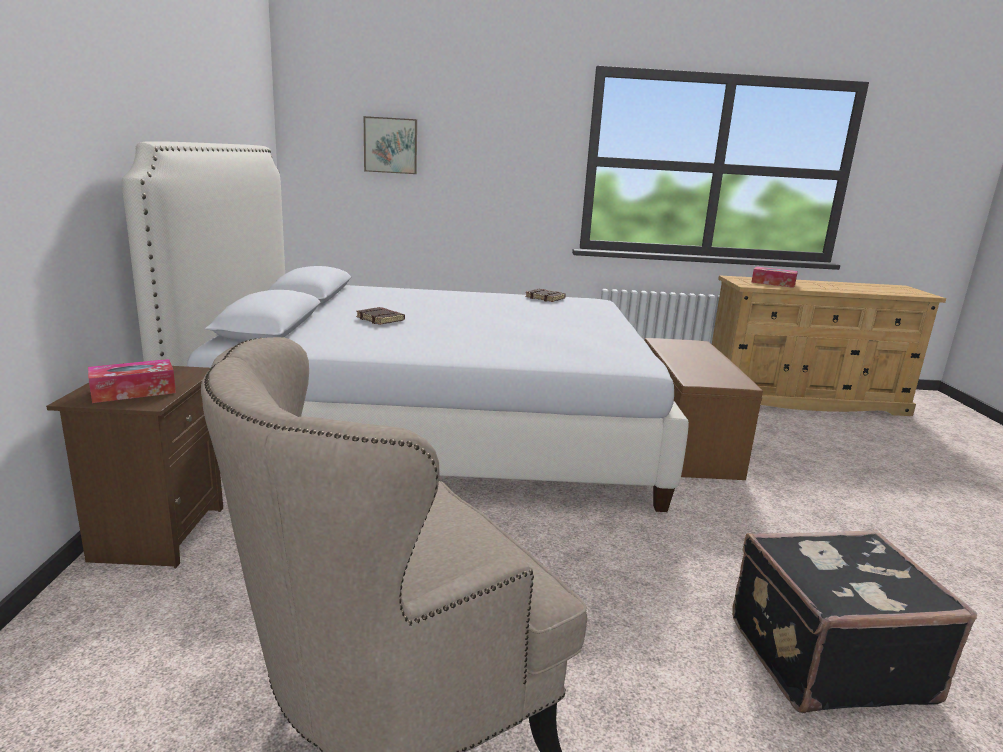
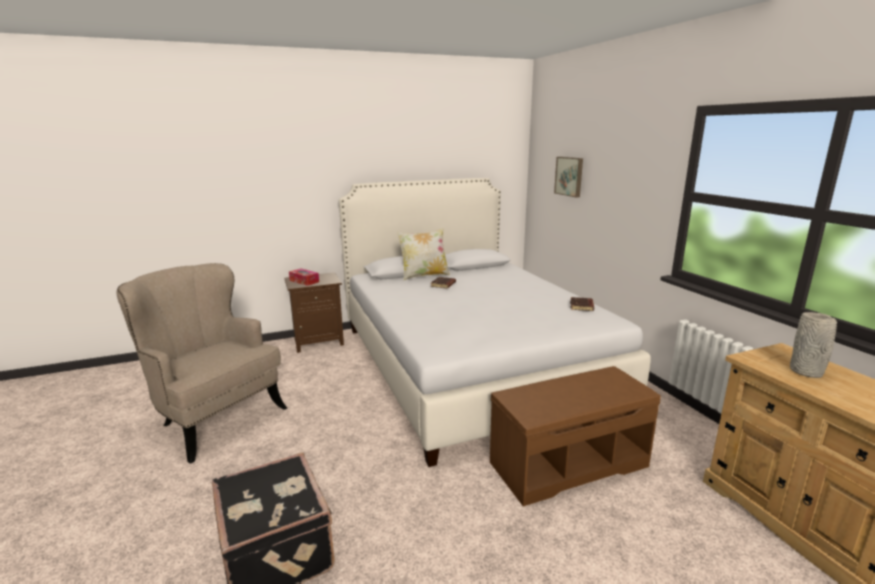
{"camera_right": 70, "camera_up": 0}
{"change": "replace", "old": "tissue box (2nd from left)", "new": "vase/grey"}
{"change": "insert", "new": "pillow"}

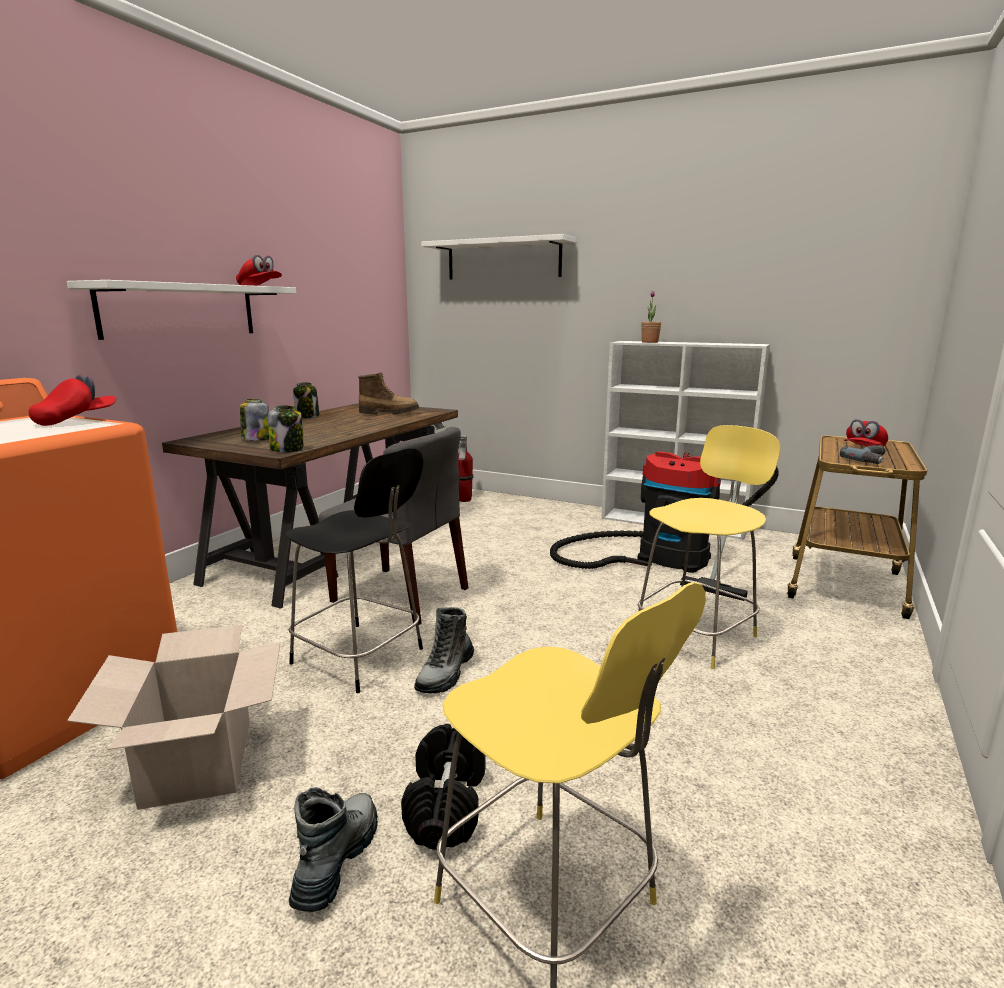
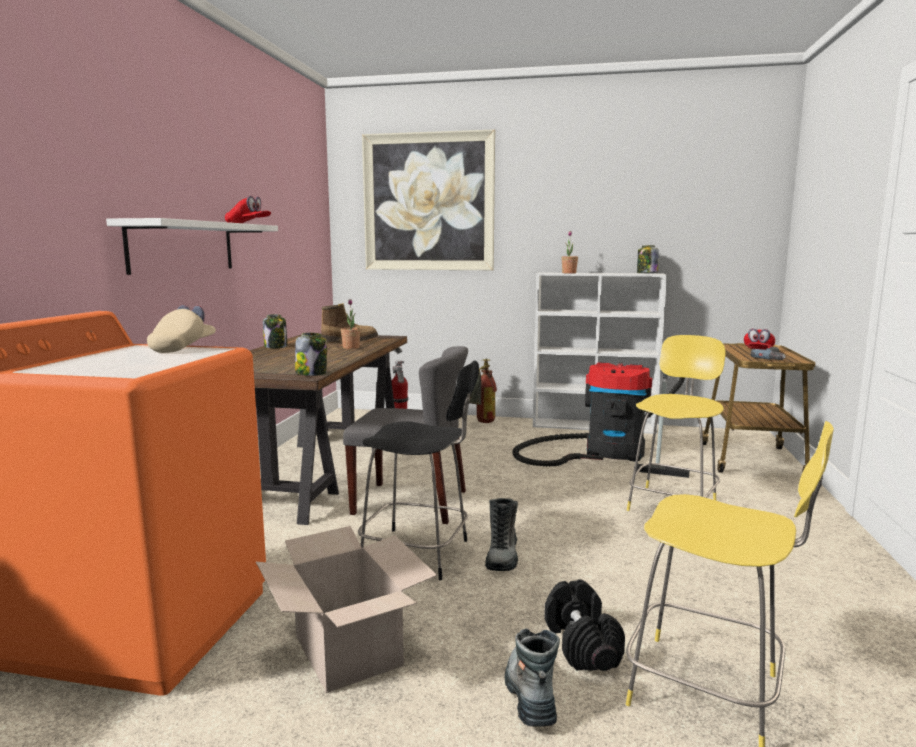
{"camera_right": -15, "camera_up": -5}
{"change": "recolor", "old": "cap/red (1st from left)", "new": "cap/beige"}
{"change": "move", "old": "jar (1st from left in the first image)", "new": "jar (3rd from left)"}
{"change": "replace", "old": "shelf/white (2nd from left)", "new": "picture"}
{"change": "insert", "new": "potted plant (1st from left)"}
{"change": "insert", "new": "fire extinguisher (2nd from left)"}

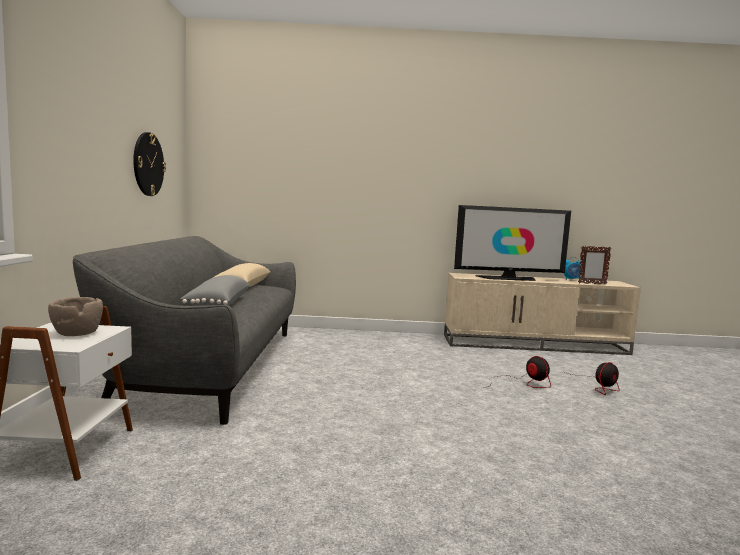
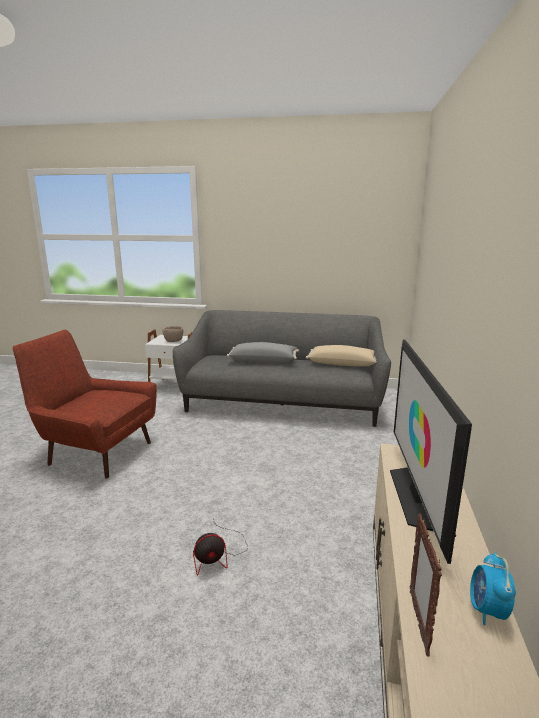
{"camera_right": 100, "camera_up": 10}
{"change": "delete", "old": "wall clock"}
{"change": "delete", "old": "fan (2nd from left)"}
{"change": "insert", "new": "armchair/red"}

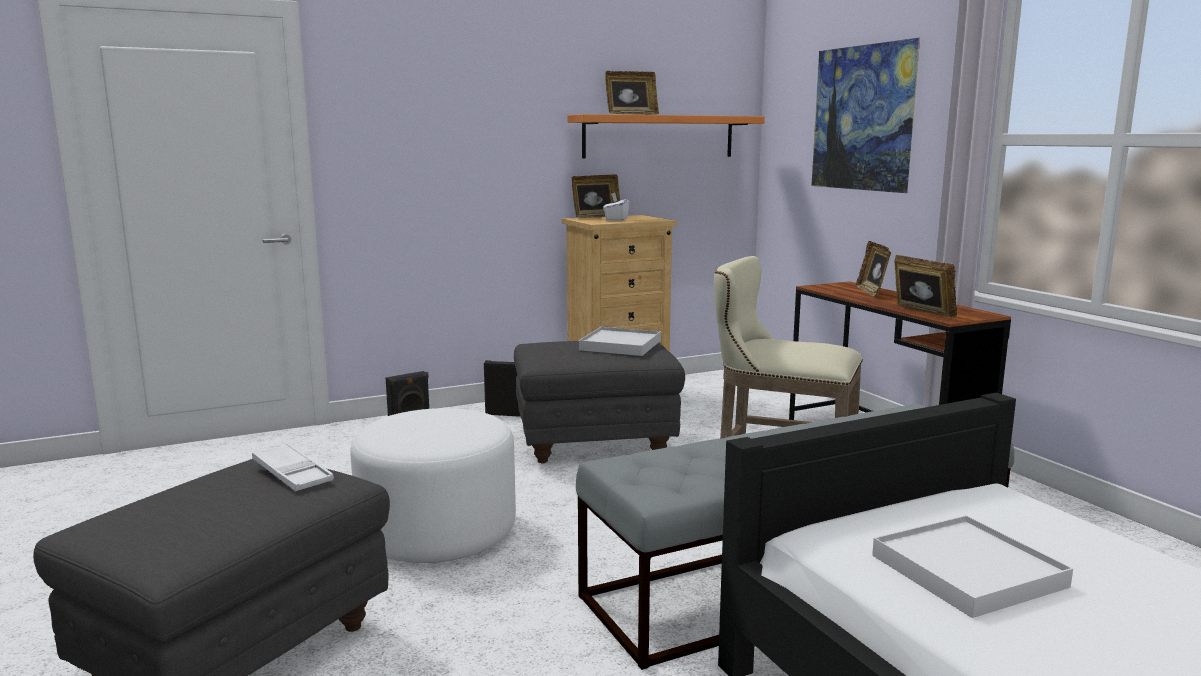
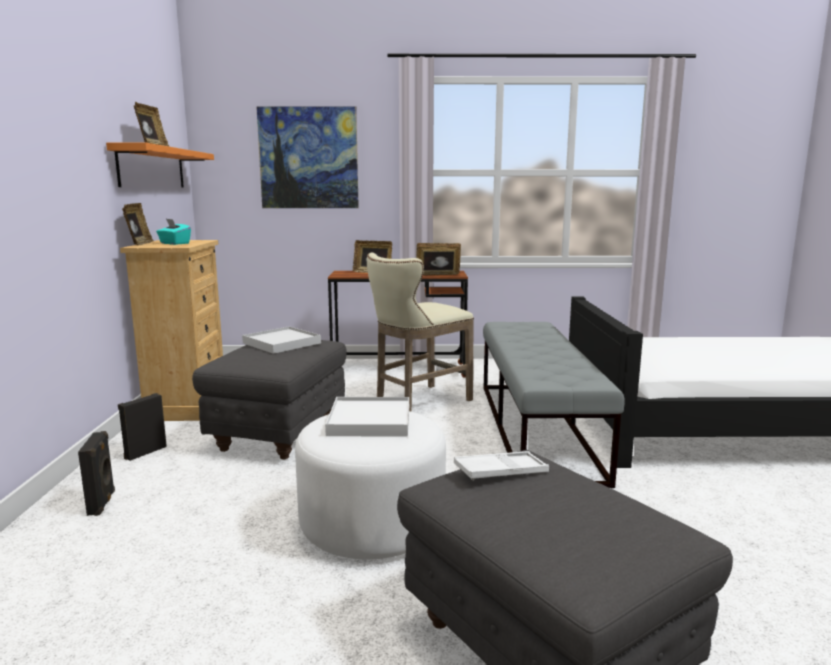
{"camera_right": -65, "camera_up": 0}
{"change": "recolor", "old": "tissue box/white", "new": "tissue box/turquoise"}
{"change": "move", "old": "tray/white (3rd from left in the first image)", "new": "tray/white (2nd from left)"}

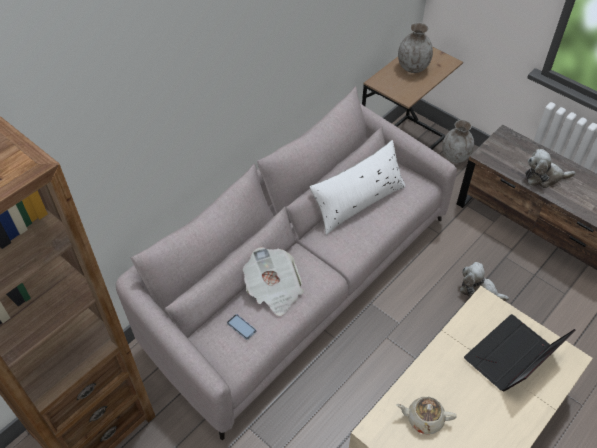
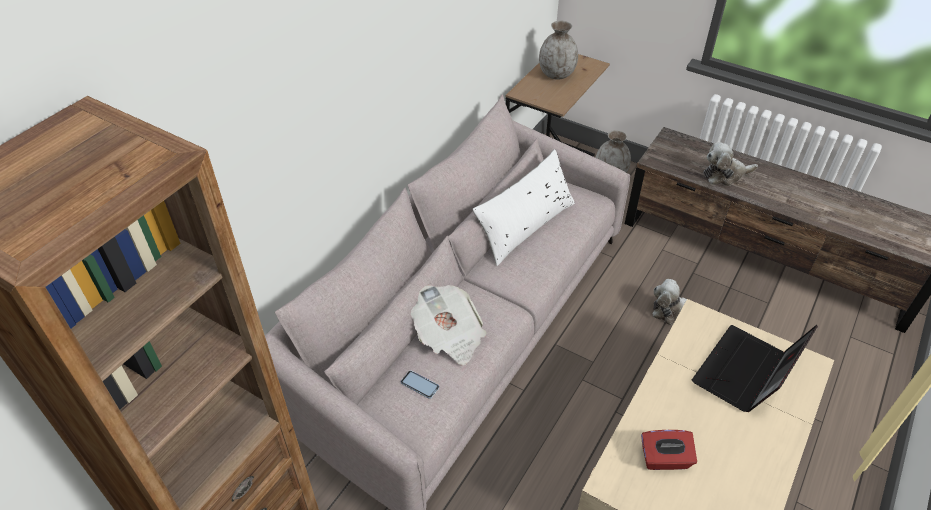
{"camera_right": -10, "camera_up": -5}
{"change": "replace", "old": "teapot/beige", "new": "tissue box/red"}

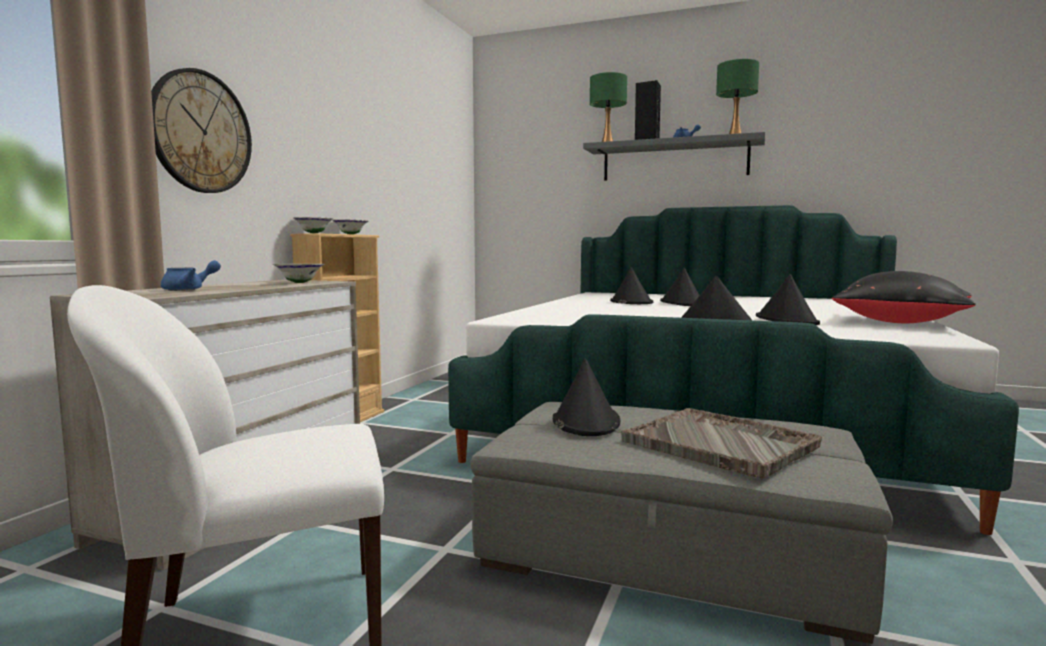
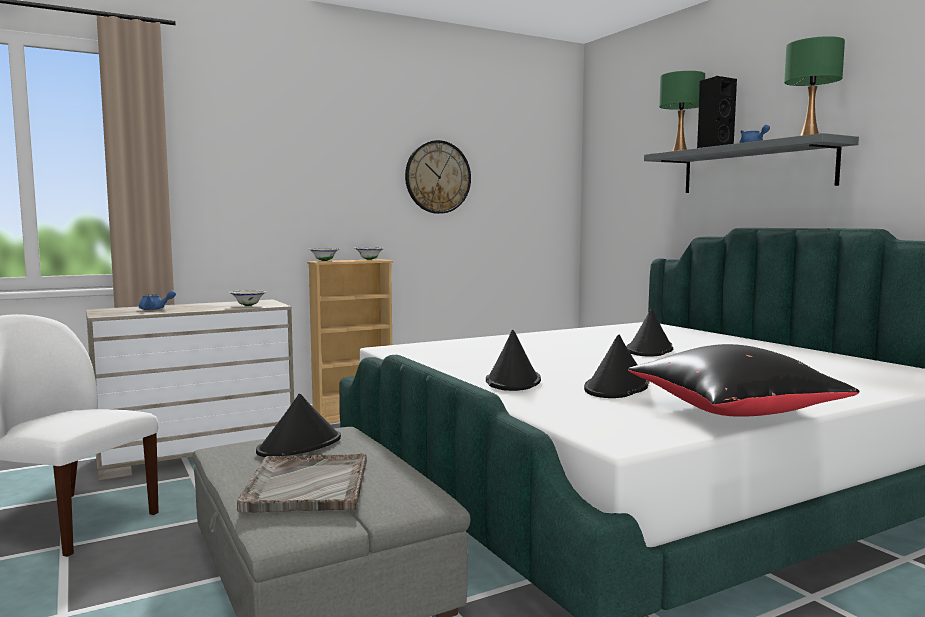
{"camera_right": 40, "camera_up": 0}
{"change": "move", "old": "wall clock"}
{"change": "delete", "old": "hat/black (2nd from left)"}

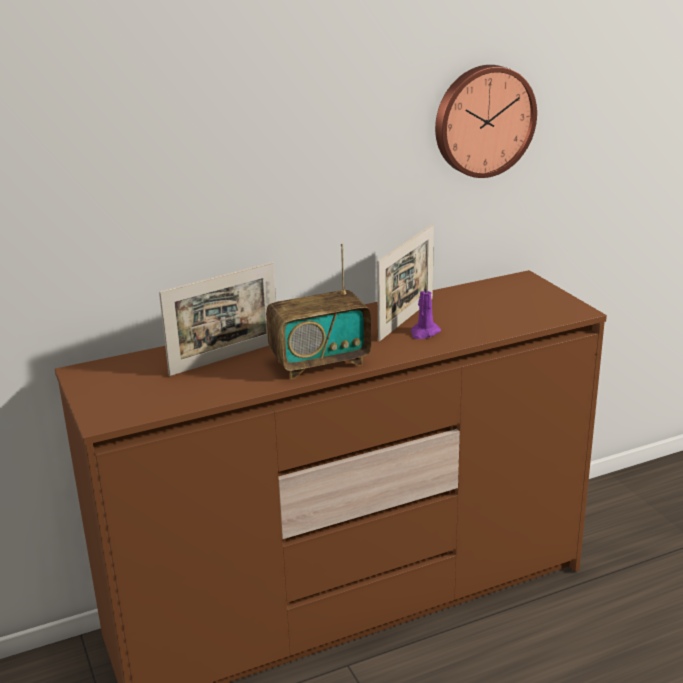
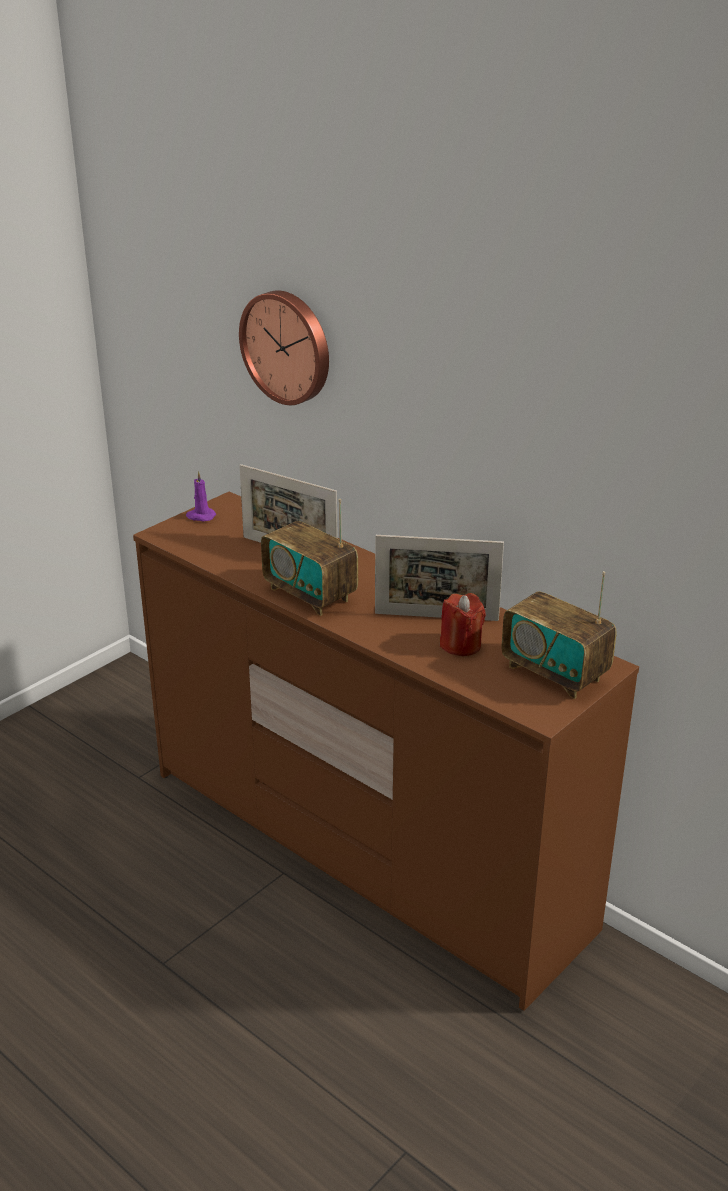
{"camera_right": 65, "camera_up": 5}
{"change": "move", "old": "candle/purple"}
{"change": "move", "old": "wall clock"}
{"change": "insert", "new": "candle/red"}
{"change": "insert", "new": "radio (2nd from left)"}

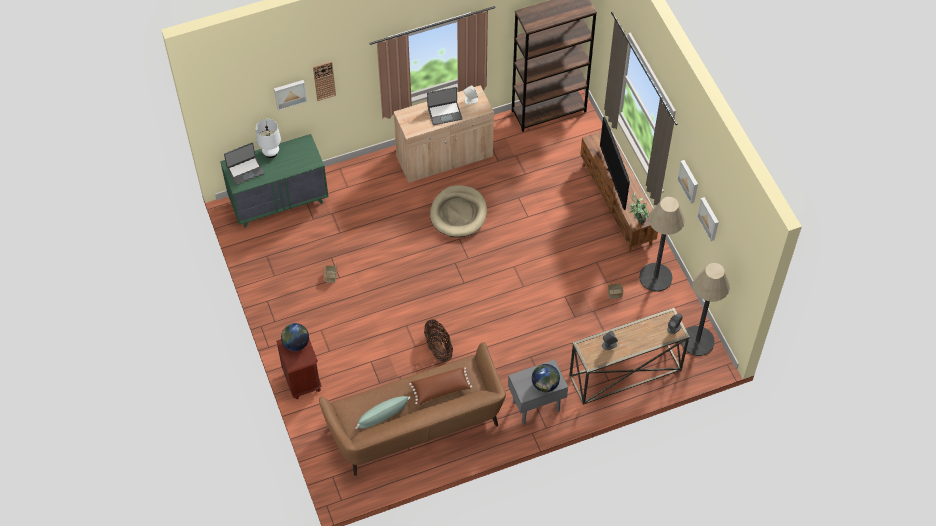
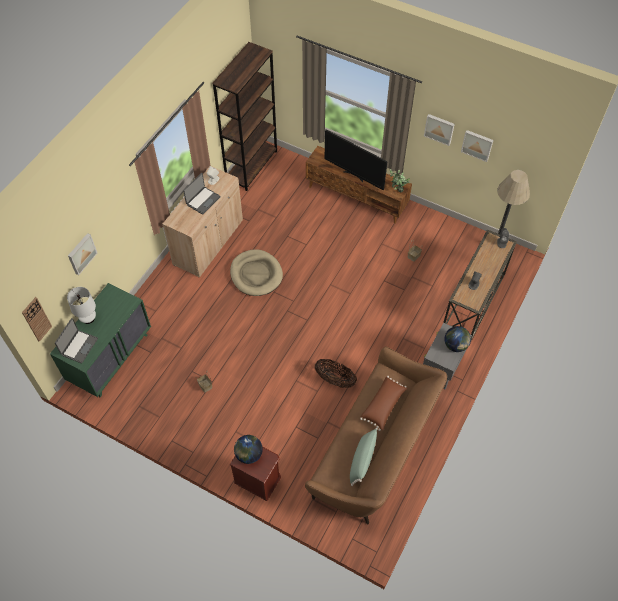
{"camera_right": -40, "camera_up": 0}
{"change": "move", "old": "wall clock"}
{"change": "delete", "old": "floor lamp (1st from left)"}

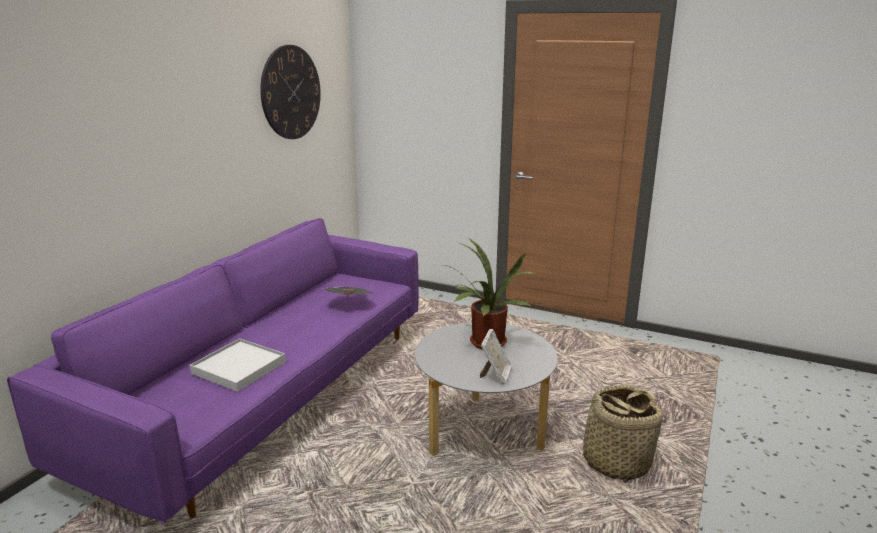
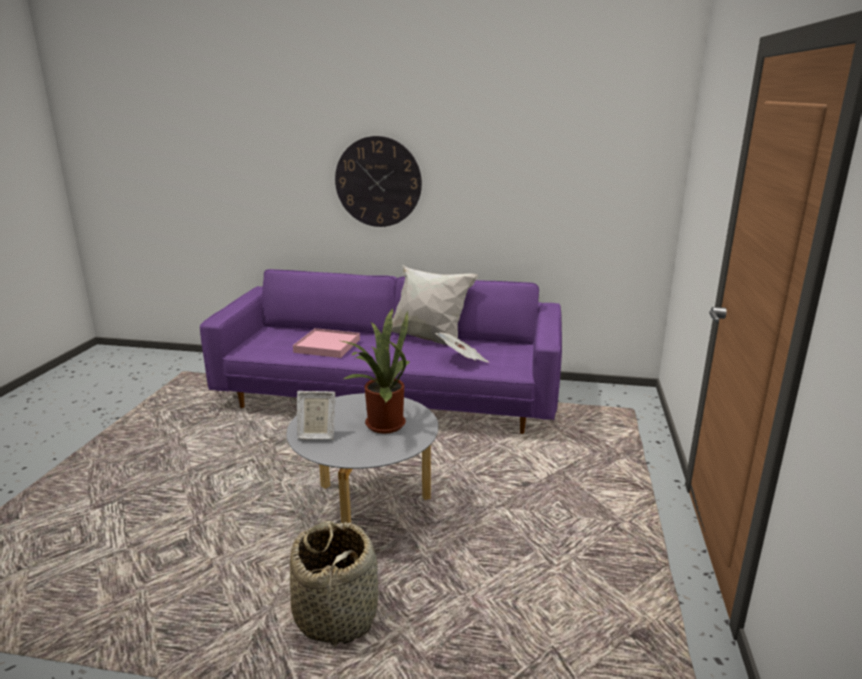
{"camera_right": 75, "camera_up": 0}
{"change": "recolor", "old": "tray/white", "new": "tray/pink"}
{"change": "move", "old": "wall clock"}
{"change": "insert", "new": "pillow/white"}

